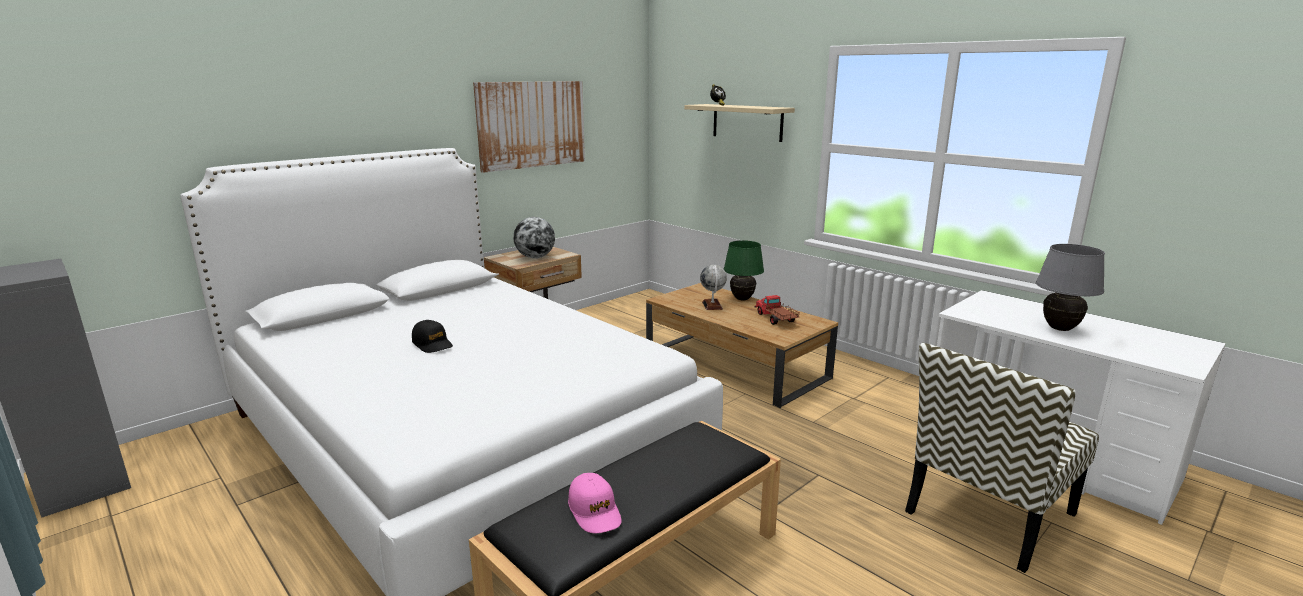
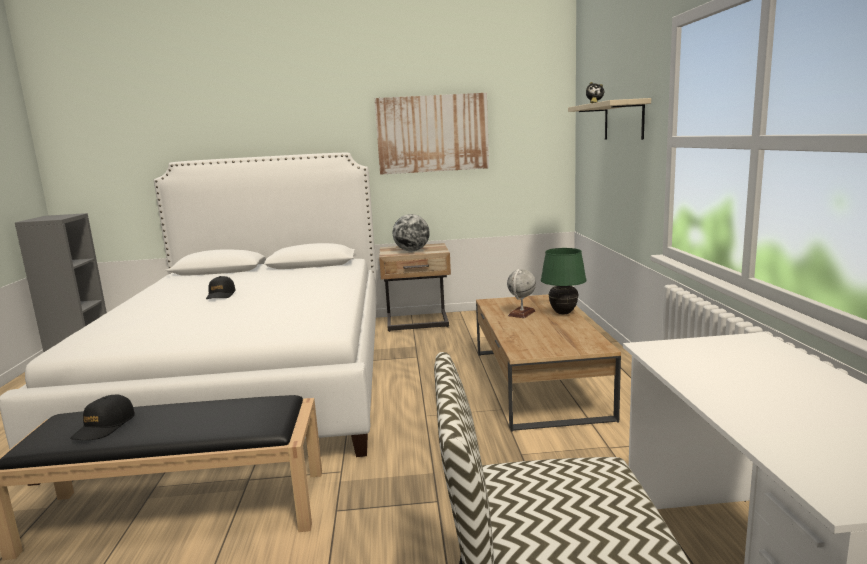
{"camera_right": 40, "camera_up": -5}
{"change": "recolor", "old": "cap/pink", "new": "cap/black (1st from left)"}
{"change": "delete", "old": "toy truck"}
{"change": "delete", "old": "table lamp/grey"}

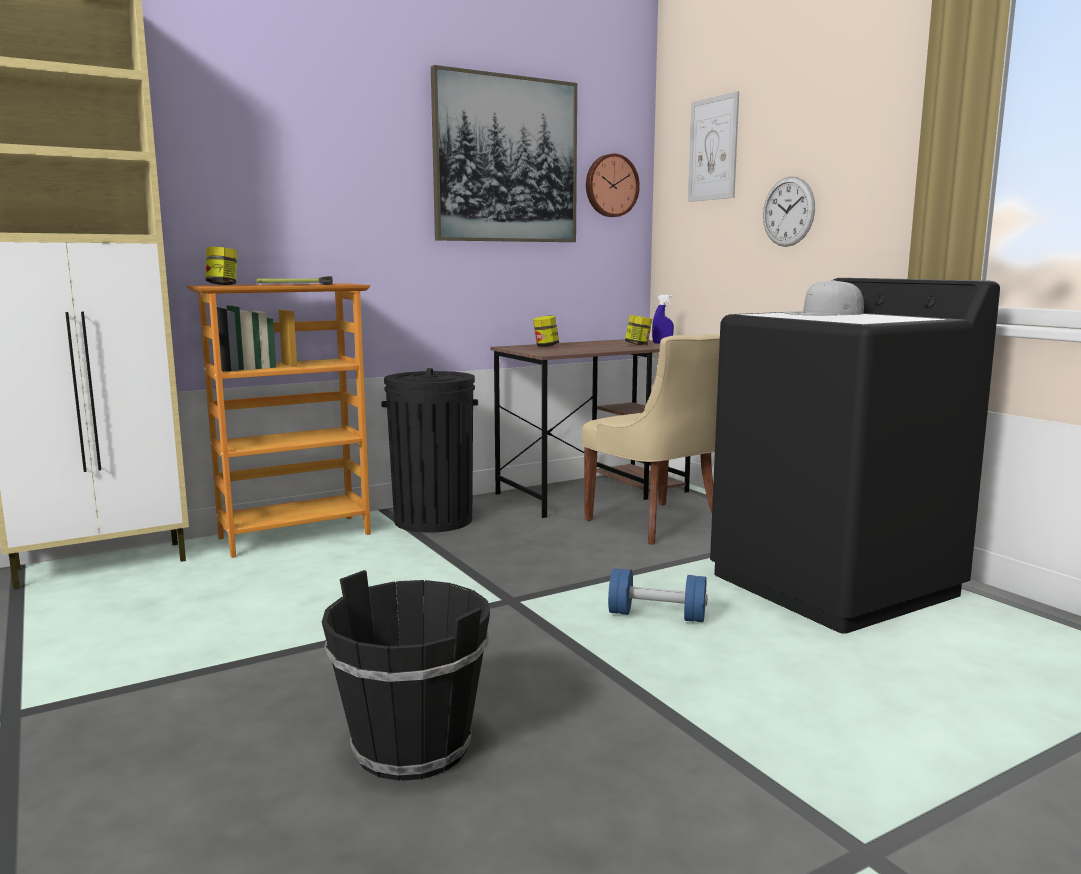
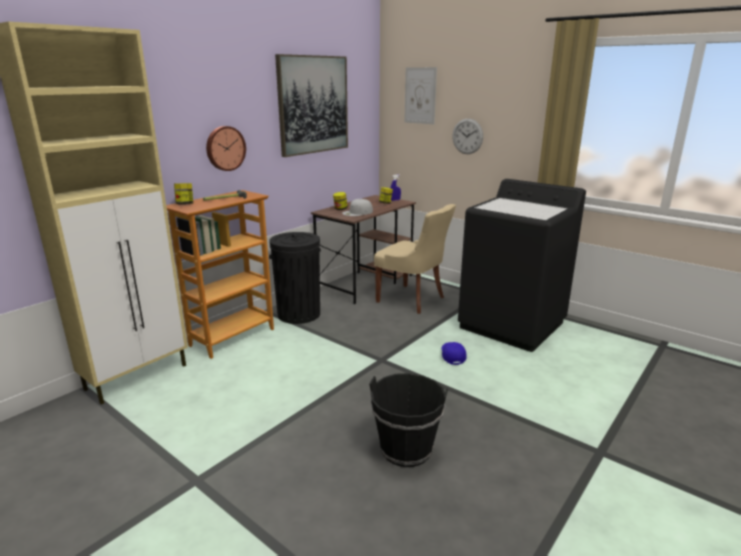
{"camera_right": -20, "camera_up": 10}
{"change": "move", "old": "wall clock (1st from left)"}
{"change": "replace", "old": "dumbbell/blue", "new": "cap/blue"}
{"change": "move", "old": "cap/white"}

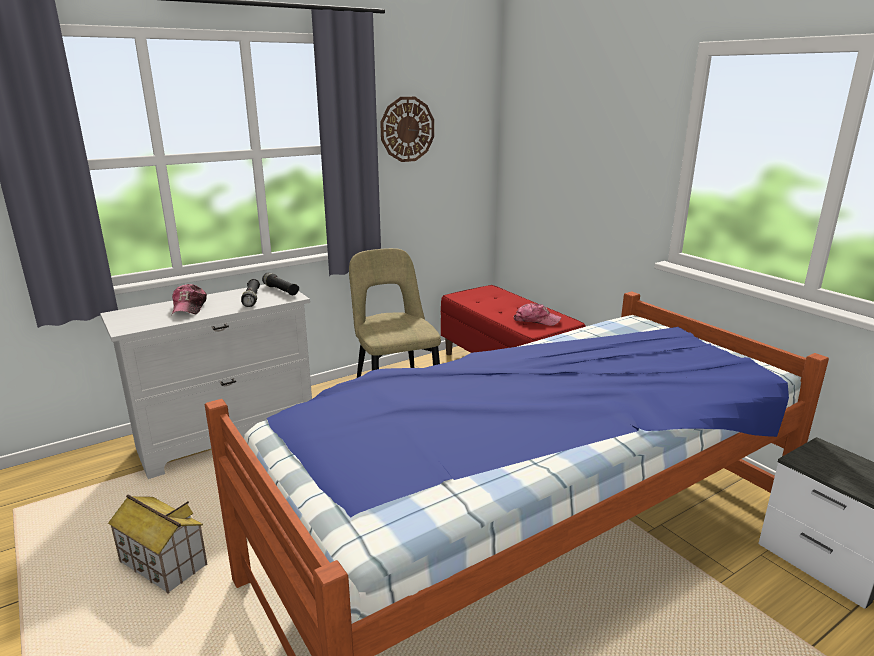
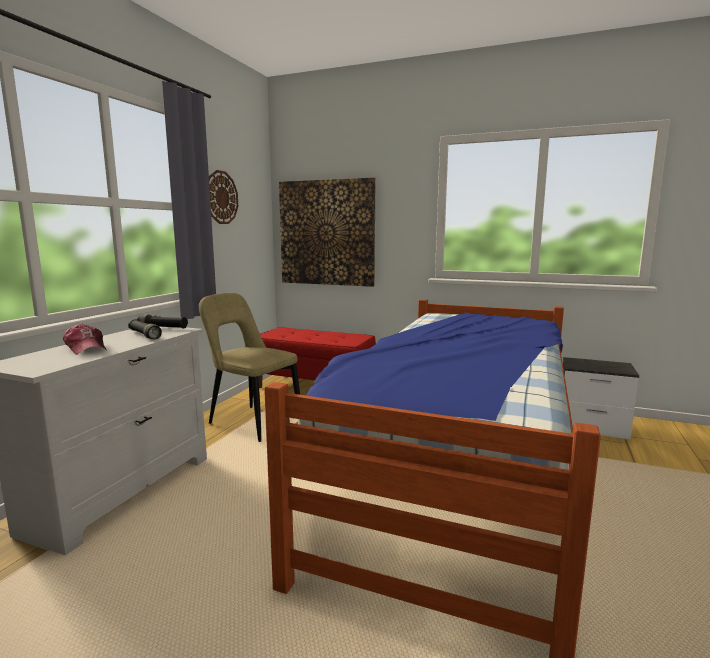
{"camera_right": -35, "camera_up": -10}
{"change": "delete", "old": "toy house"}
{"change": "delete", "old": "cap (2nd from left)"}
{"change": "insert", "new": "picture"}

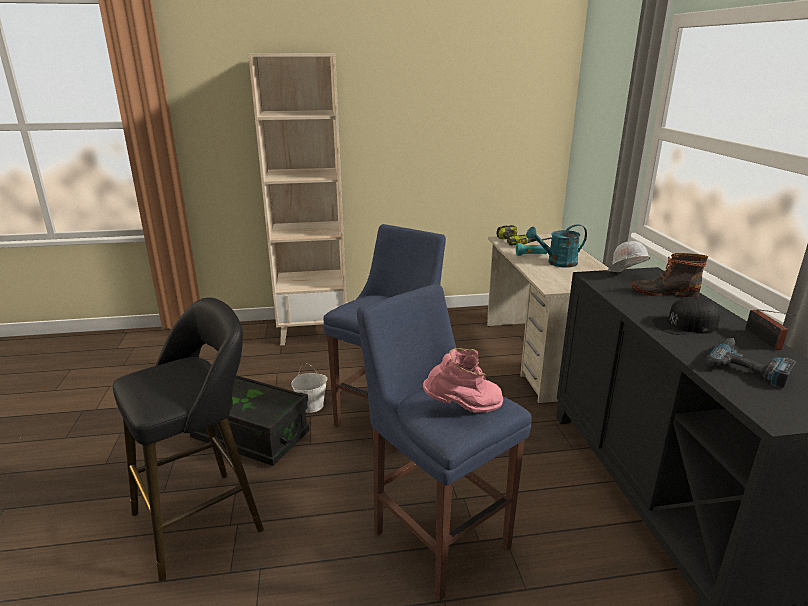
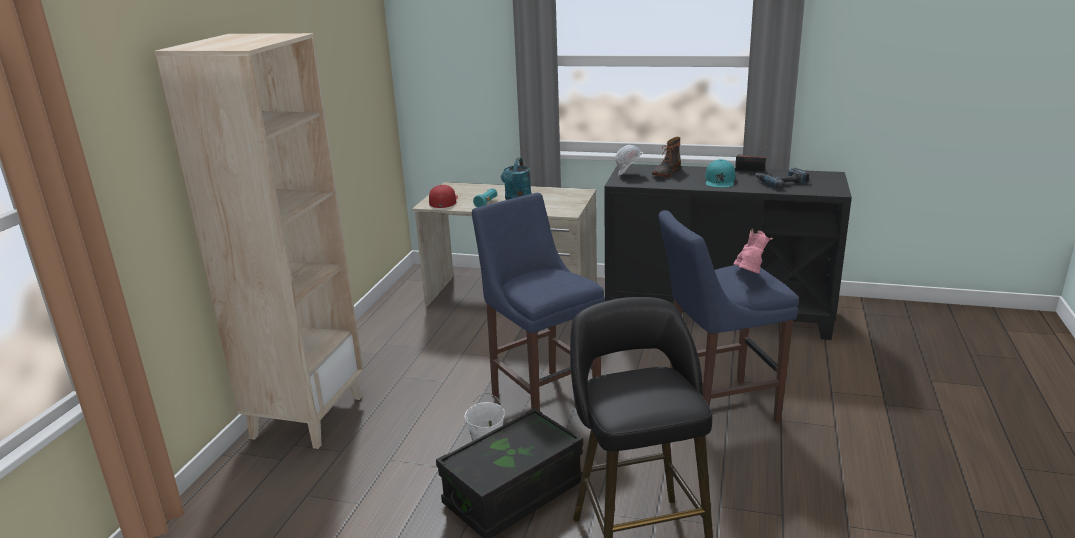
{"camera_right": -65, "camera_up": 0}
{"change": "replace", "old": "power drill (1st from left)", "new": "cap/red"}
{"change": "recolor", "old": "cap/black", "new": "cap/turquoise"}

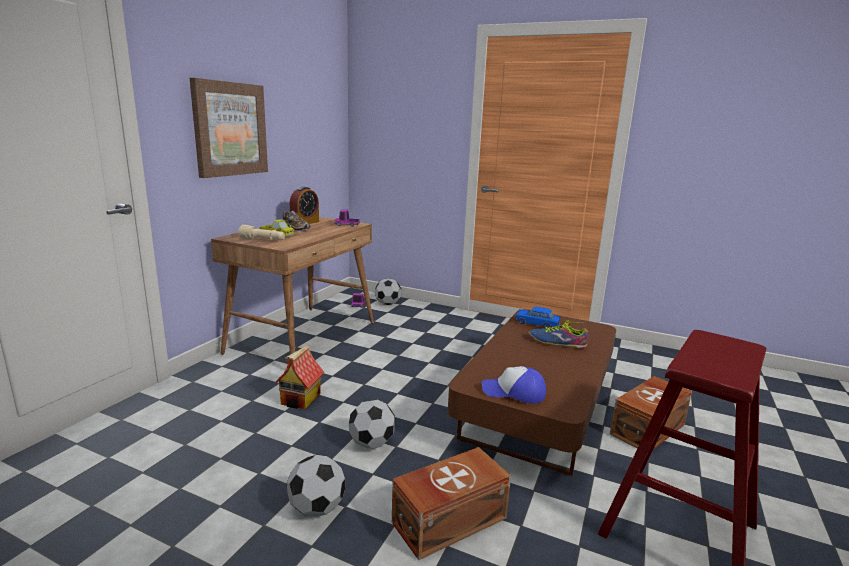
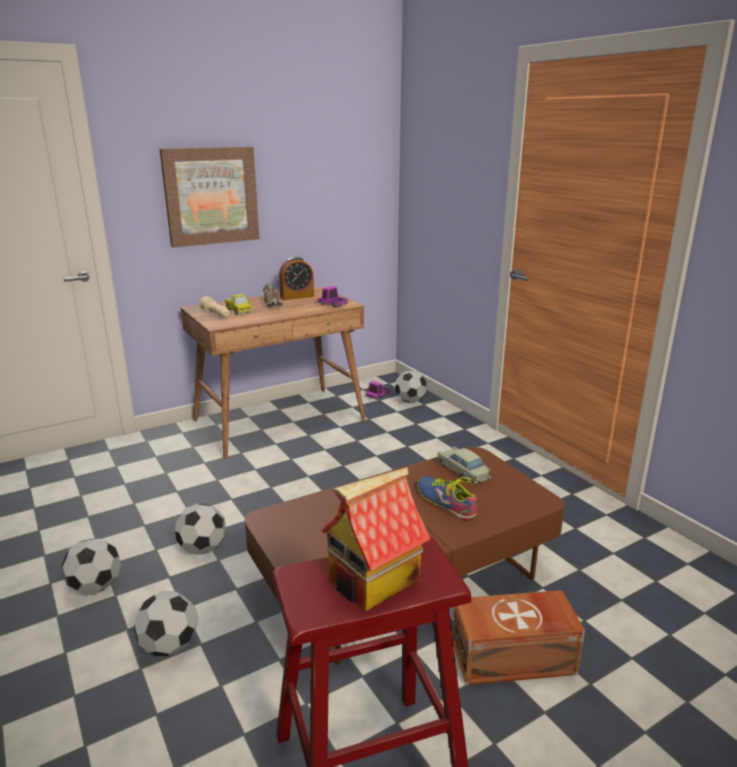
{"camera_right": 35, "camera_up": 5}
{"change": "move", "old": "toy house"}
{"change": "replace", "old": "storage box/brown (1st from left)", "new": "football (2nd from left)"}
{"change": "delete", "old": "cap"}
{"change": "recolor", "old": "toy car/blue", "new": "toy car/beige"}

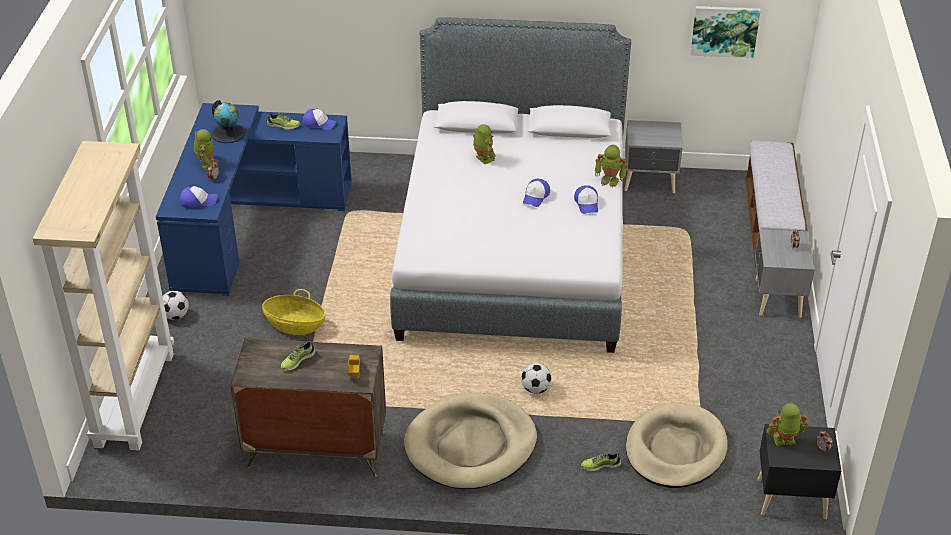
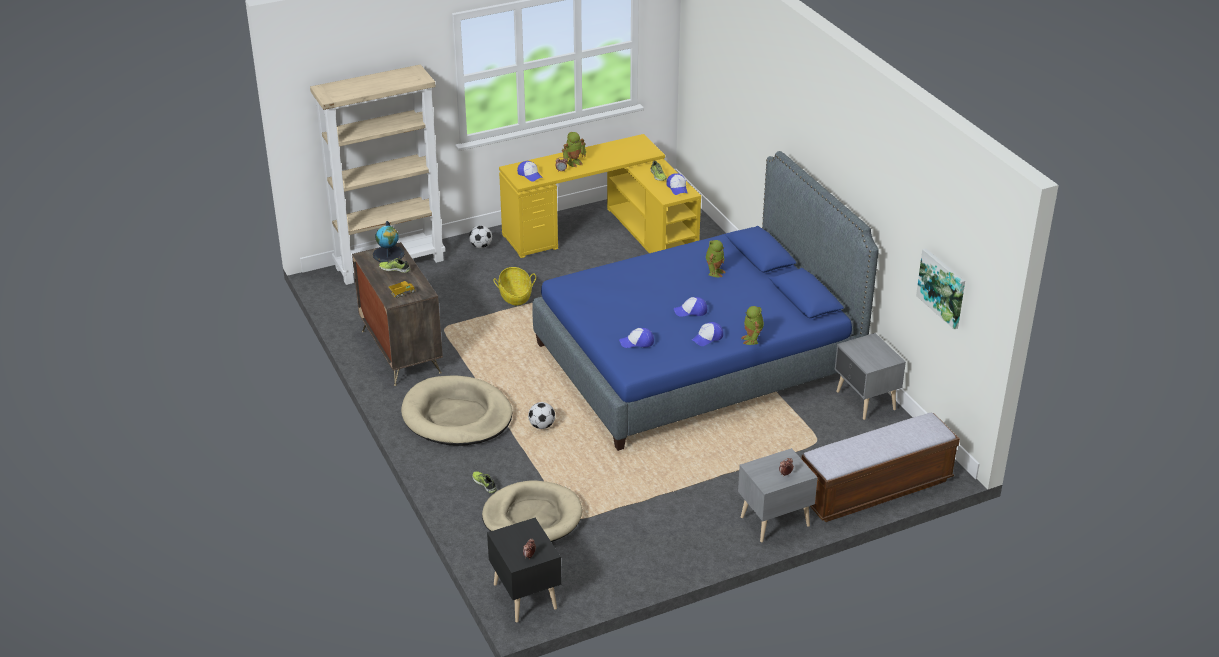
{"camera_right": 60, "camera_up": -5}
{"change": "recolor", "old": "desk/blue", "new": "desk/yellow"}
{"change": "move", "old": "globe"}
{"change": "recolor", "old": "bed/grey", "new": "bed/blue"}
{"change": "delete", "old": "toy robot (4th from left)"}
{"change": "insert", "new": "cap (2nd from left)"}

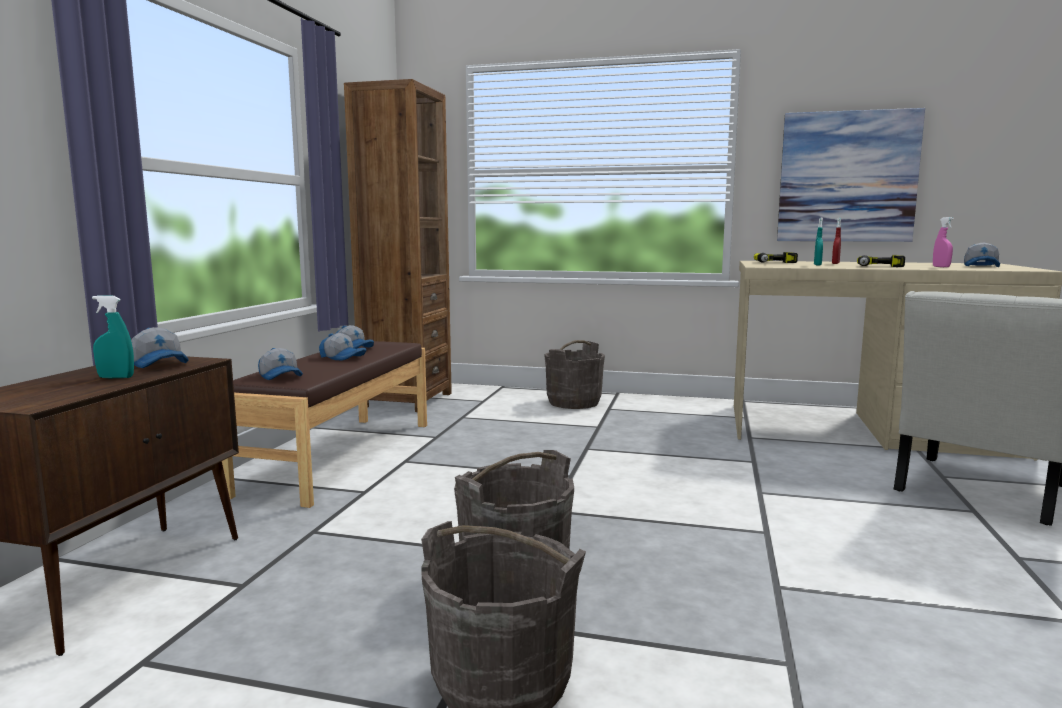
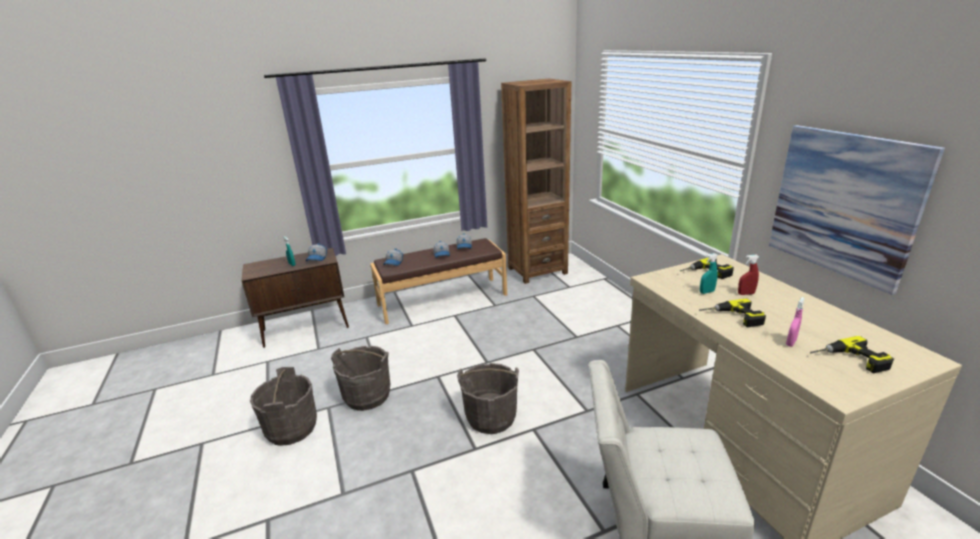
{"camera_right": 55, "camera_up": 15}
{"change": "move", "old": "bucket/grey (3rd from left)"}
{"change": "replace", "old": "cap (5th from left)", "new": "power drill (3rd from left)"}

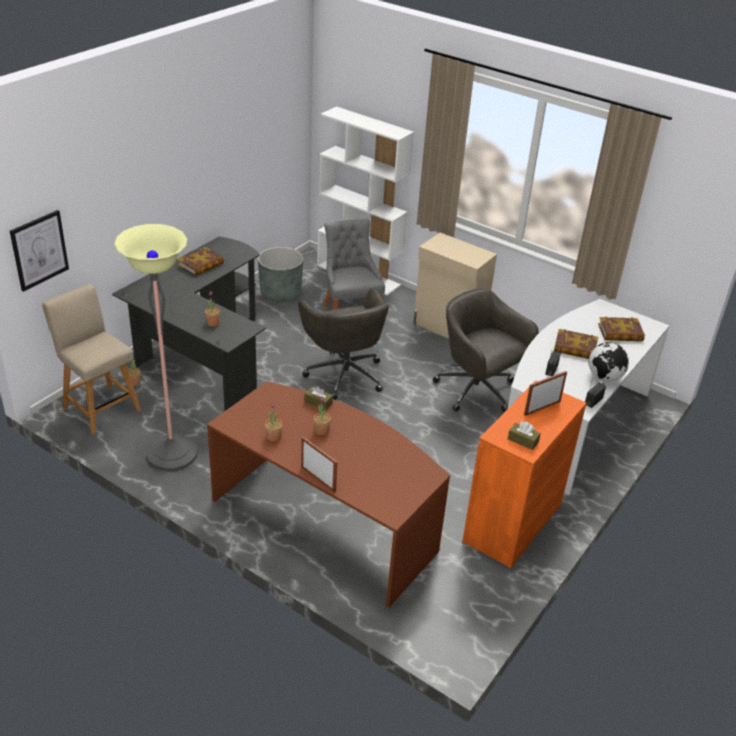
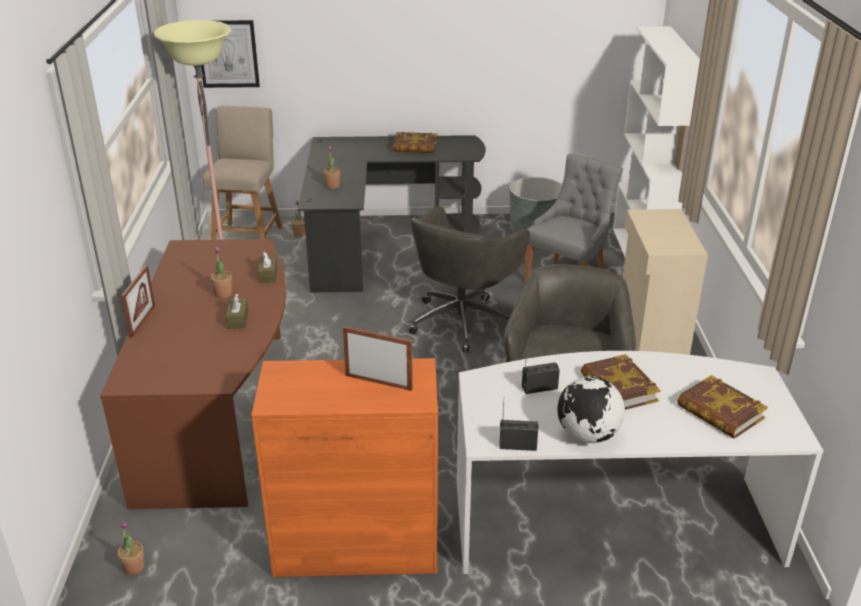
{"camera_right": 55, "camera_up": -5}
{"change": "move", "old": "potted plant (3rd from left in the first image)", "new": "potted plant (1st from left)"}
{"change": "move", "old": "tissue box/brown (2nd from left in the first image)", "new": "tissue box/brown (1st from left)"}

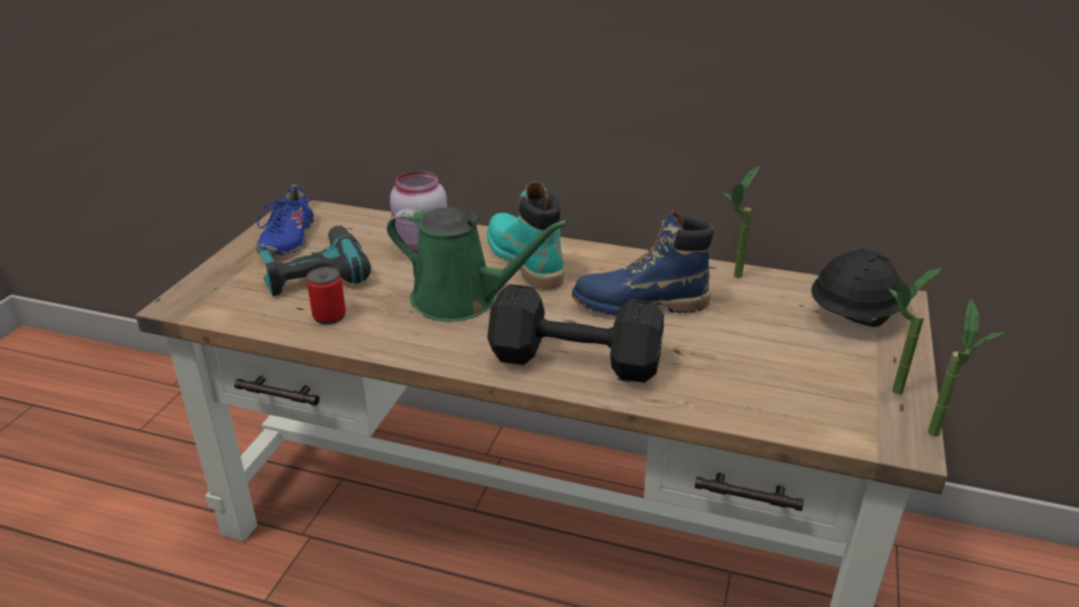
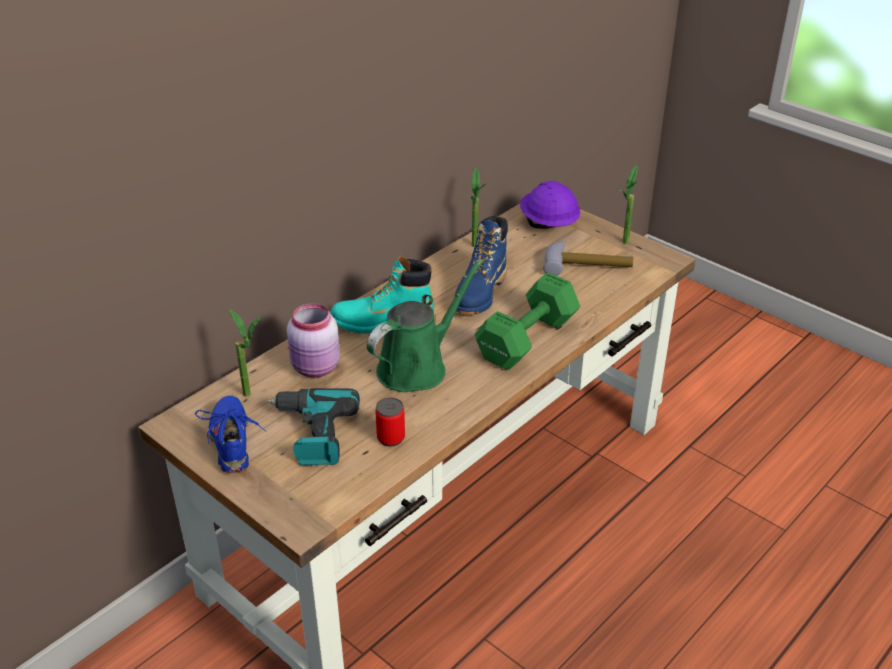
{"camera_right": -65, "camera_up": 5}
{"change": "rotate", "old": "shoe/blue", "degrees": -135}
{"change": "recolor", "old": "dumbbell/black", "new": "dumbbell/green"}
{"change": "recolor", "old": "hard hat/black", "new": "hard hat/purple"}
{"change": "move", "old": "potted plant (3rd from left in the first image)", "new": "potted plant (1st from left)"}
{"change": "insert", "new": "hammer"}

